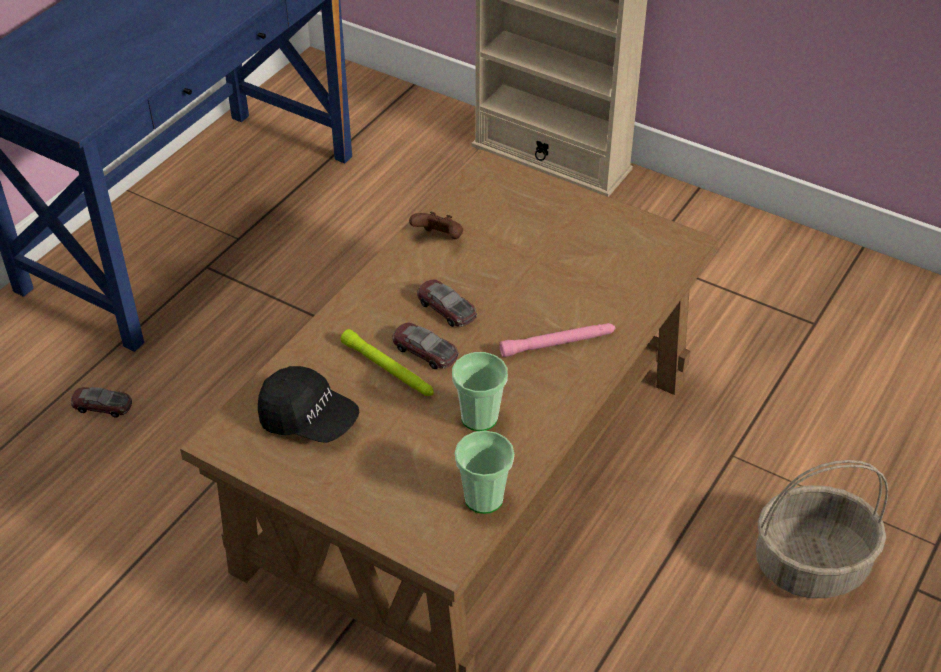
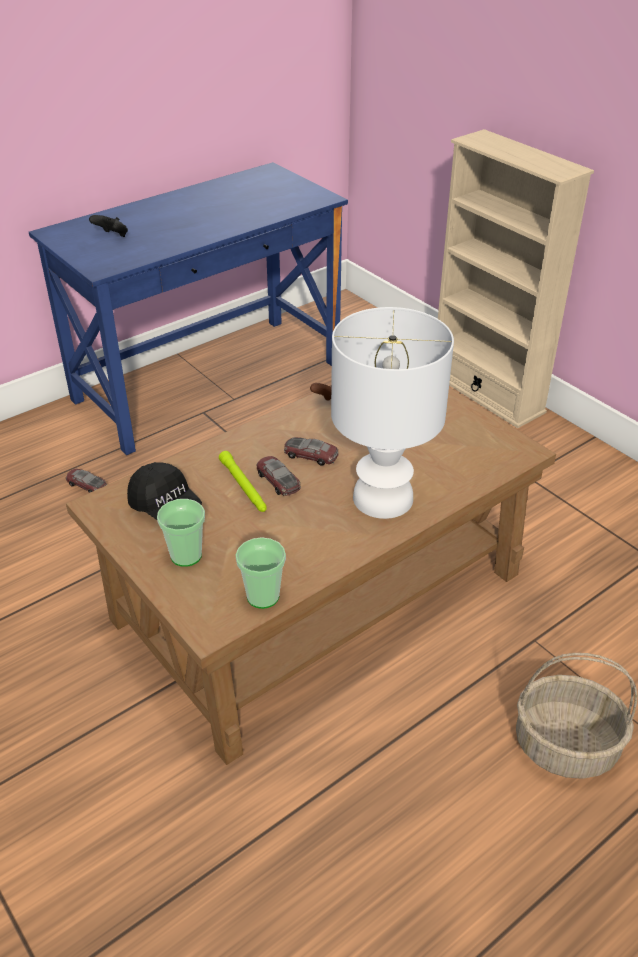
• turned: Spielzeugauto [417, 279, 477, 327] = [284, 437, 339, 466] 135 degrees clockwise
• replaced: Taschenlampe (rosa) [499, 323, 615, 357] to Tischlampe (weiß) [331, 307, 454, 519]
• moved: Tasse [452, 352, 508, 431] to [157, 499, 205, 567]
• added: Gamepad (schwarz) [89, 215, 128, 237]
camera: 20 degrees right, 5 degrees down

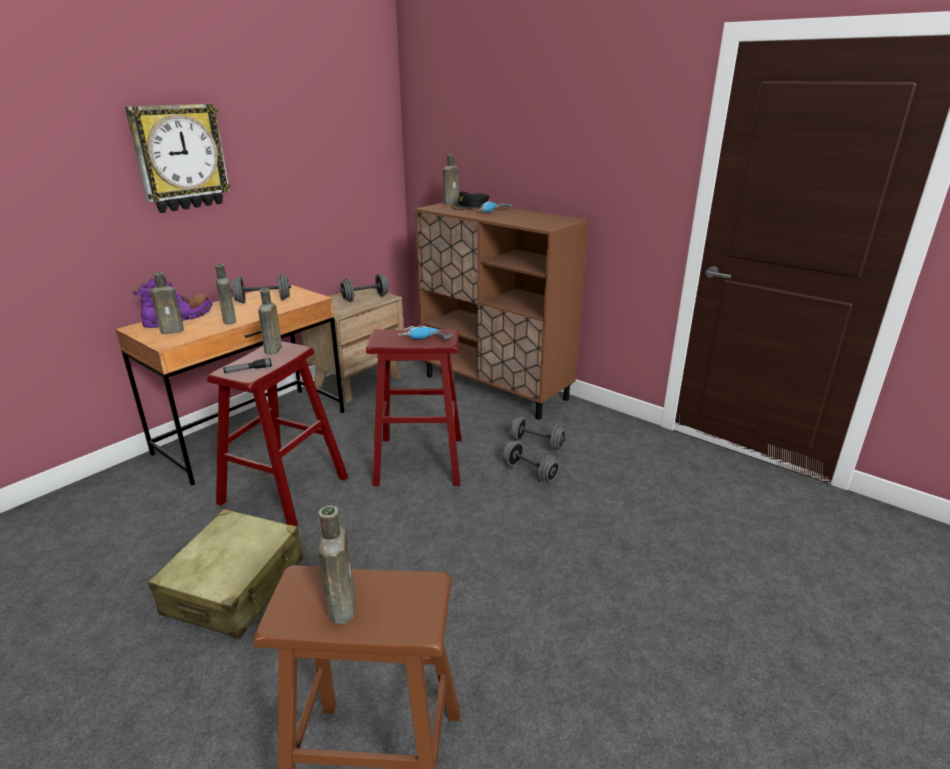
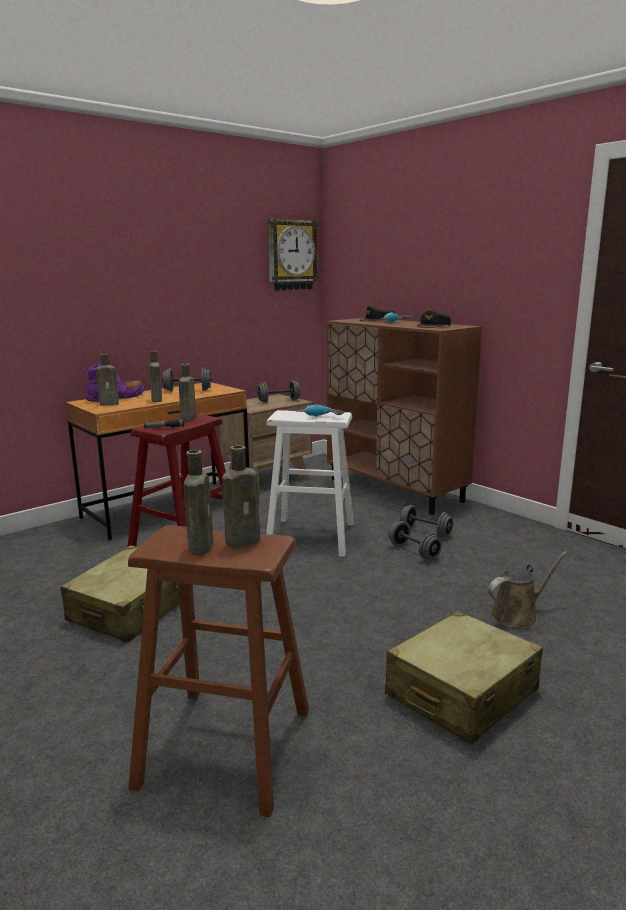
• moved: Wanduhr [125, 104, 231, 213] to [268, 219, 319, 290]
• moved: Flasche (braun) [443, 154, 459, 205] to [222, 445, 260, 548]
• recoloured: Hocker (rot) [366, 329, 461, 486] to Hocker (weiß) [266, 410, 354, 557]
• added: Kappe (schwarz) [417, 310, 451, 328]
• added: Gießkanne (braun) [488, 551, 568, 628]
• added: Koffer (beige) [385, 611, 543, 745]
camera: 10 degrees right, 10 degrees down

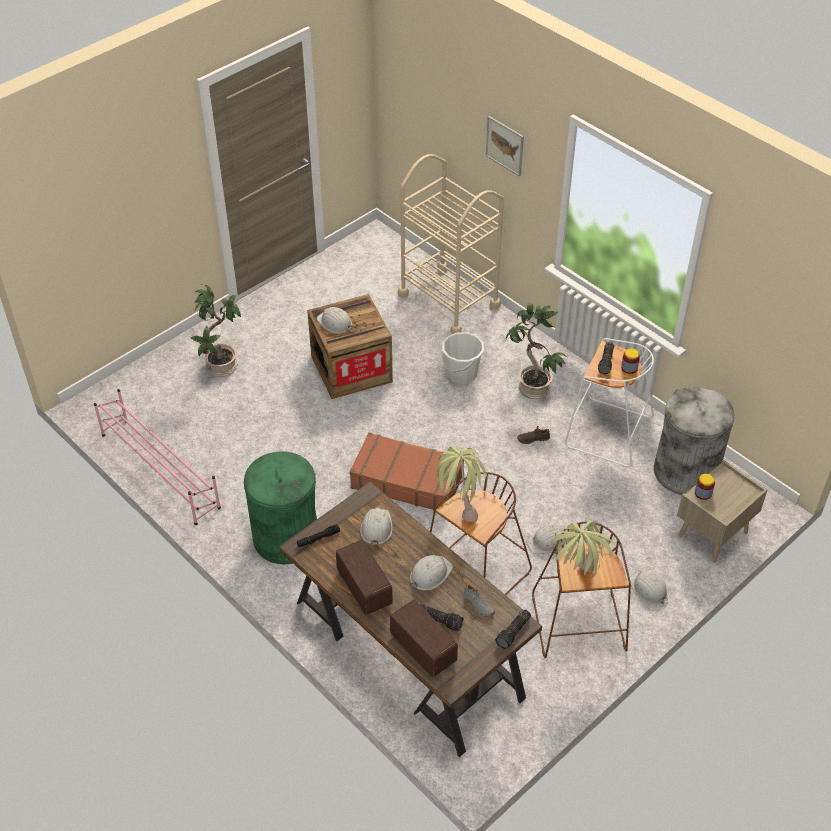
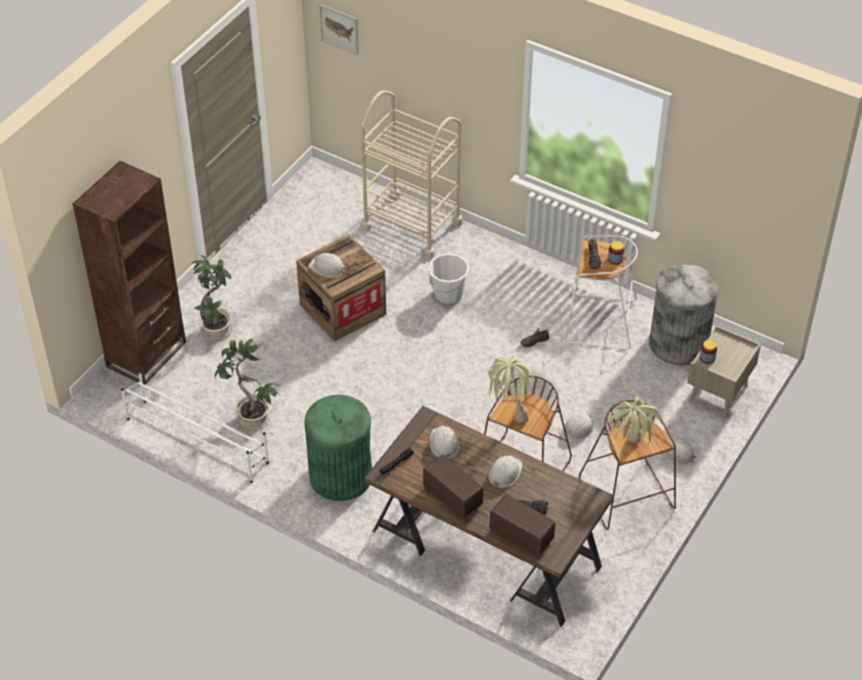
• moved: Bild [486, 116, 524, 176] to [320, 5, 359, 55]
• moved: Topfpflanze [506, 303, 567, 399] to [215, 338, 279, 431]
• recoloured: Schuhregal (rosa) [94, 389, 221, 525] to Schuhregal (weiß) [121, 370, 269, 483]
• removed: Koffer (braun) [350, 432, 464, 511]
• removed: Schuh (grau) [463, 582, 495, 617]
• removed: Taschenlampe [495, 609, 531, 649]
• added: Bücherregal (braun) [73, 161, 186, 385]
camera: 15 degrees left, 0 degrees up

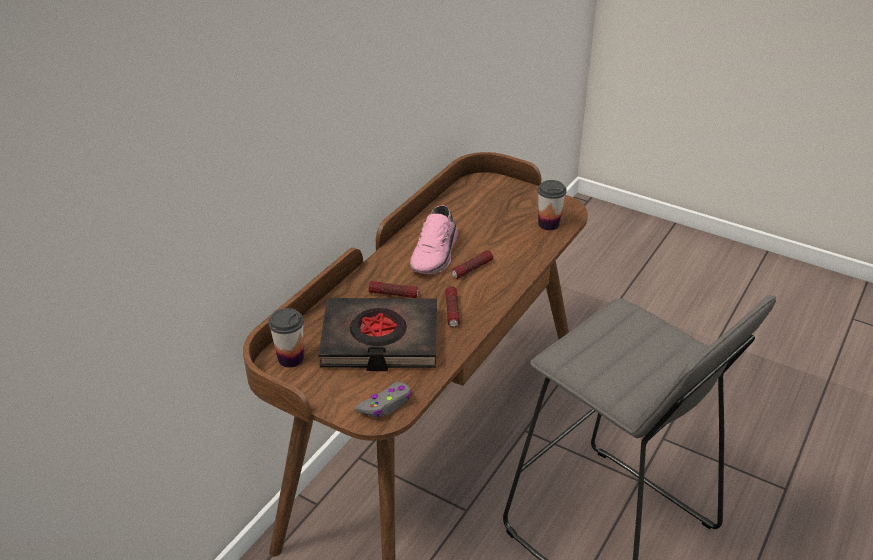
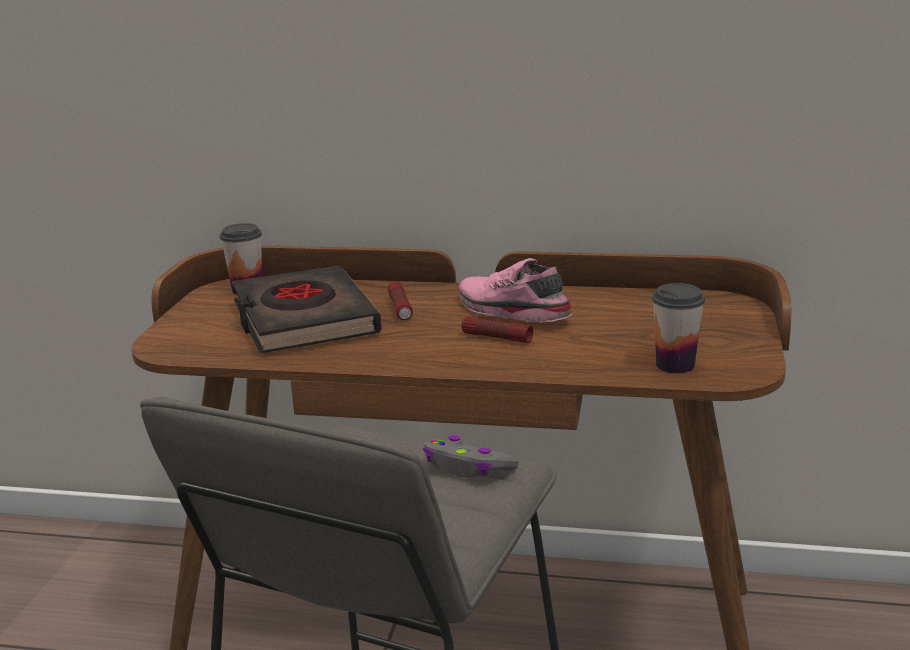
• turned: Schuh (rosa) [410, 205, 458, 274] = [459, 258, 572, 322] 45 degrees clockwise
• removed: Taschenlampe [445, 286, 460, 327]
• moved: Gamepad (grau) [355, 382, 411, 418] to [423, 435, 519, 478]
camera: 70 degrees right, 15 degrees down

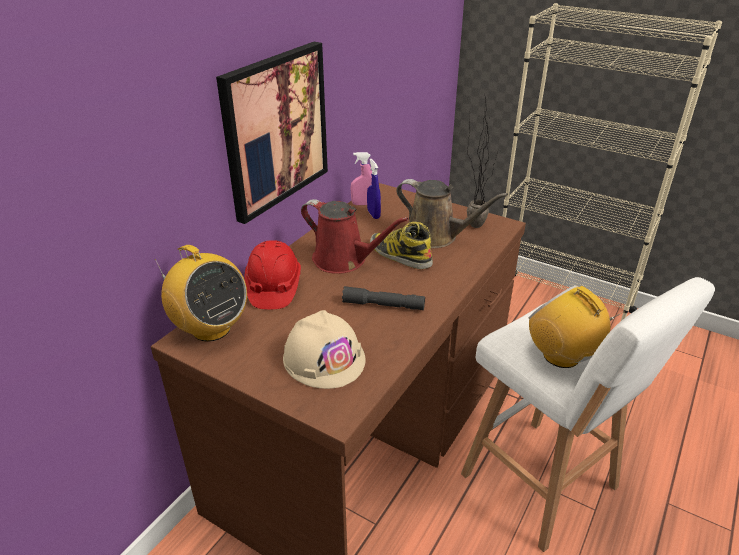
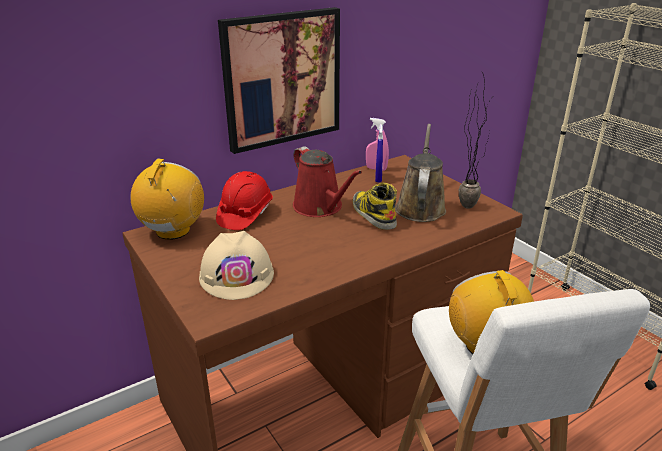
• turned: Gießkanne (braun) [396, 179, 508, 248] = [395, 124, 446, 222] 135 degrees counterclockwise
• turned: Radio [155, 245, 247, 341] = [130, 159, 204, 240] 150 degrees counterclockwise
• removed: Taschenlampe (grau) [342, 286, 425, 310]
camera: 25 degrees right, 5 degrees down

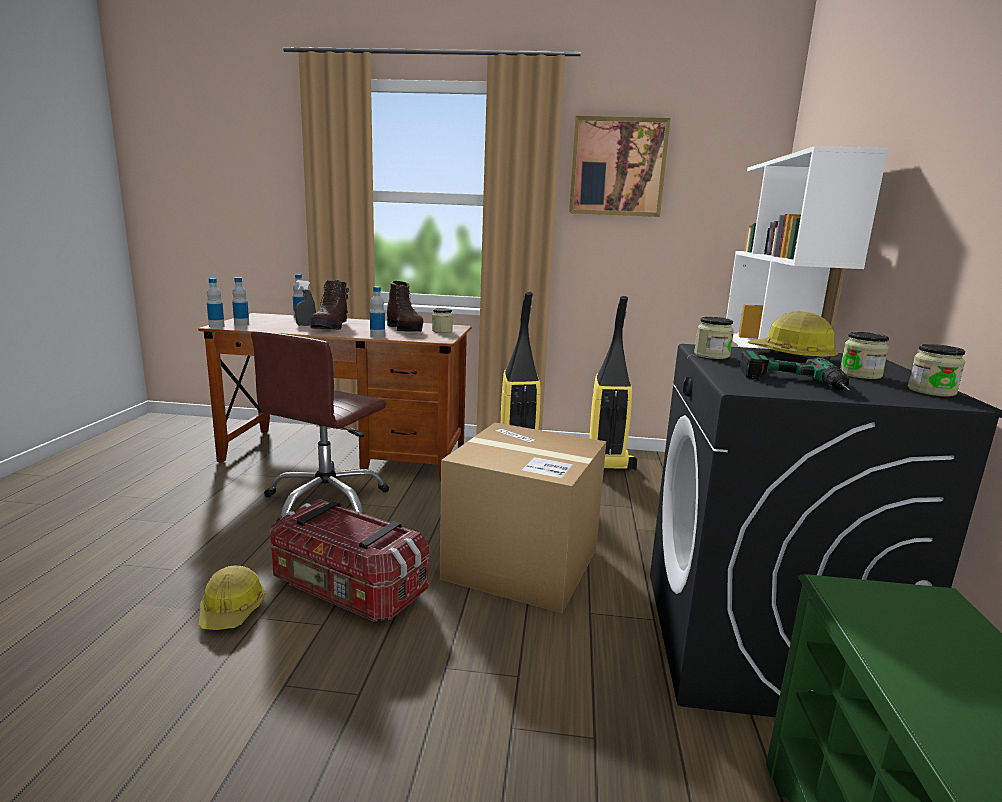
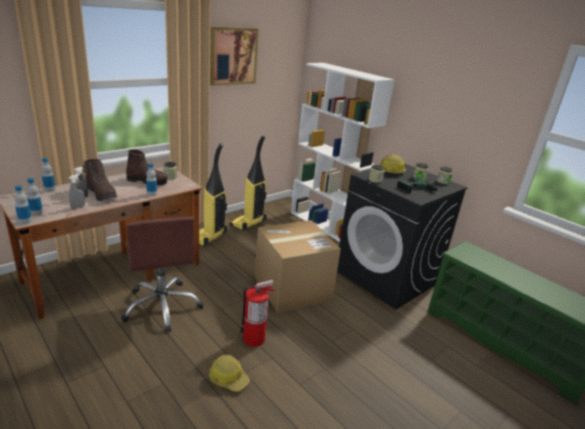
• replaced: Aufbewahrungsbox [270, 499, 429, 622] to Feuerlöscher [240, 280, 274, 347]
• added: Sprühflasche (grau) [69, 174, 85, 210]
camera: 50 degrees left, 10 degrees up

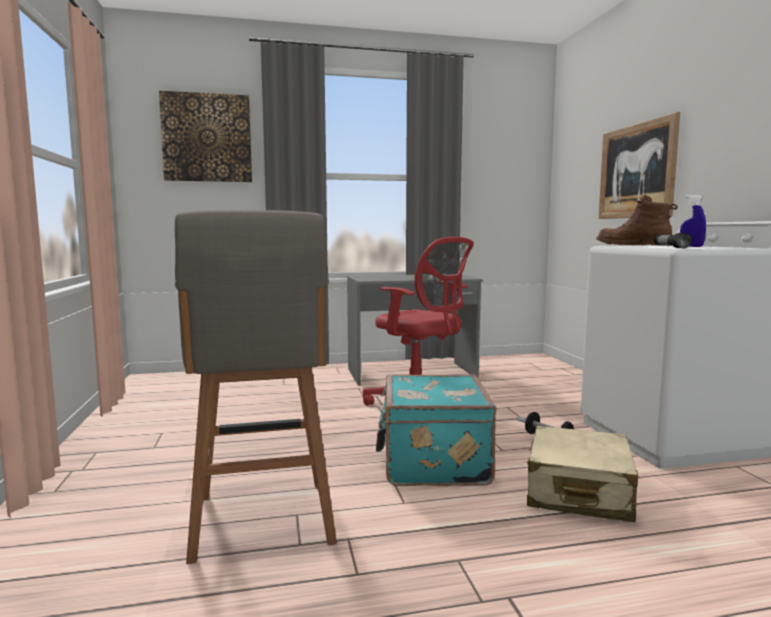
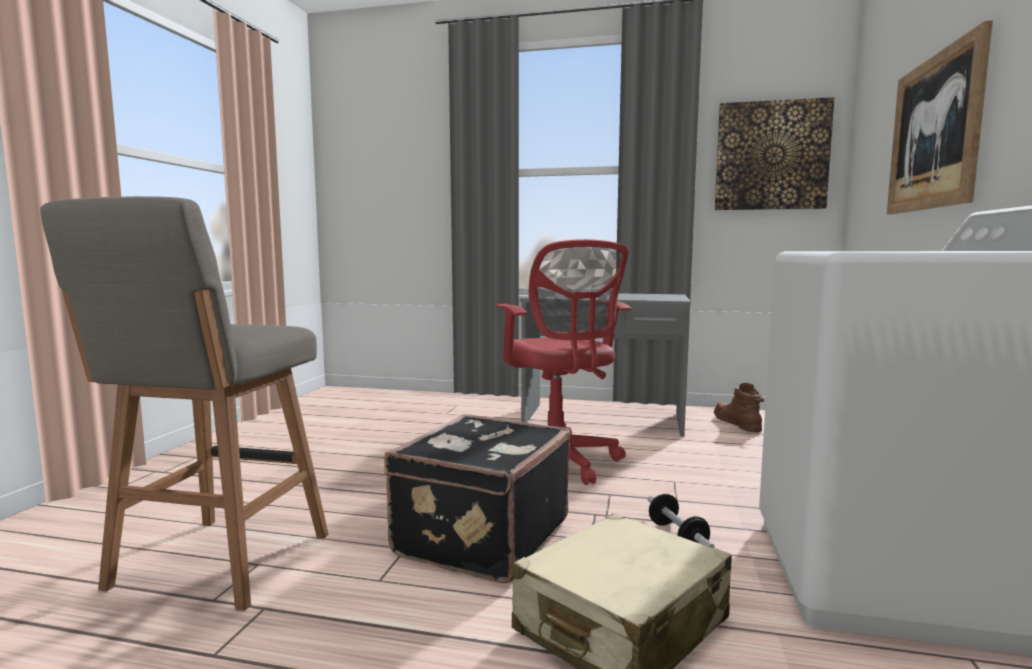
• moved: Bild [159, 91, 252, 182] to [715, 97, 835, 210]
• moved: Stiefel (braun) [597, 195, 678, 246] to [714, 383, 764, 433]
• removed: Sprühflasche (blau) [680, 195, 706, 247]
• removed: Taschenlampe [654, 233, 692, 249]
• recoloured: Koffer (türkis) [376, 374, 497, 486] to Koffer (schwarz) [384, 414, 570, 583]
camera: 25 degrees right, 0 degrees up

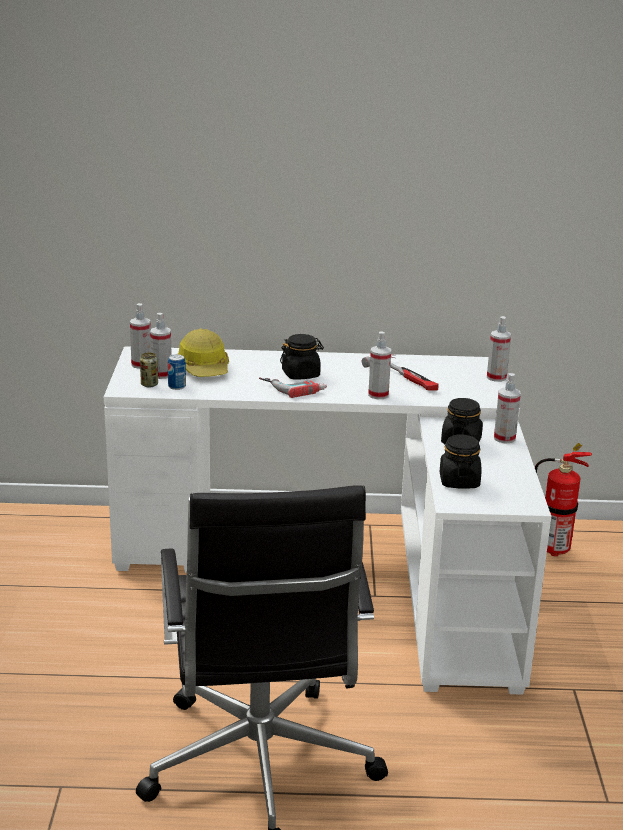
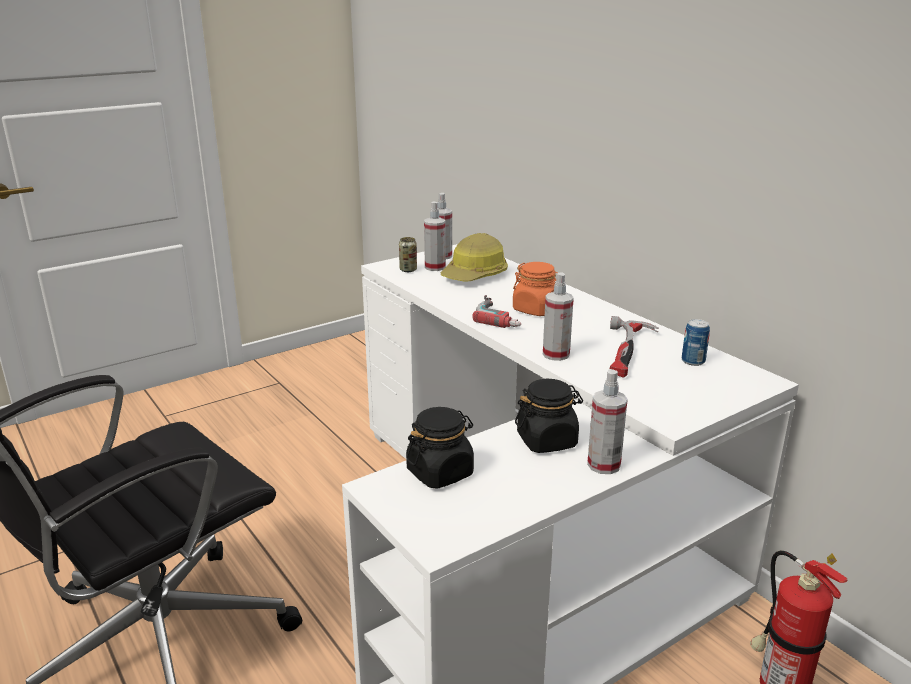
• removed: Sprühflasche [487, 316, 511, 382]
• recoloured: Vorratsglas (schwarz) [280, 334, 324, 380] to Vorratsglas (orange) [513, 262, 558, 316]
• moved: Dose [168, 354, 186, 390] to [682, 319, 710, 366]
camera: 55 degrees right, 0 degrees up

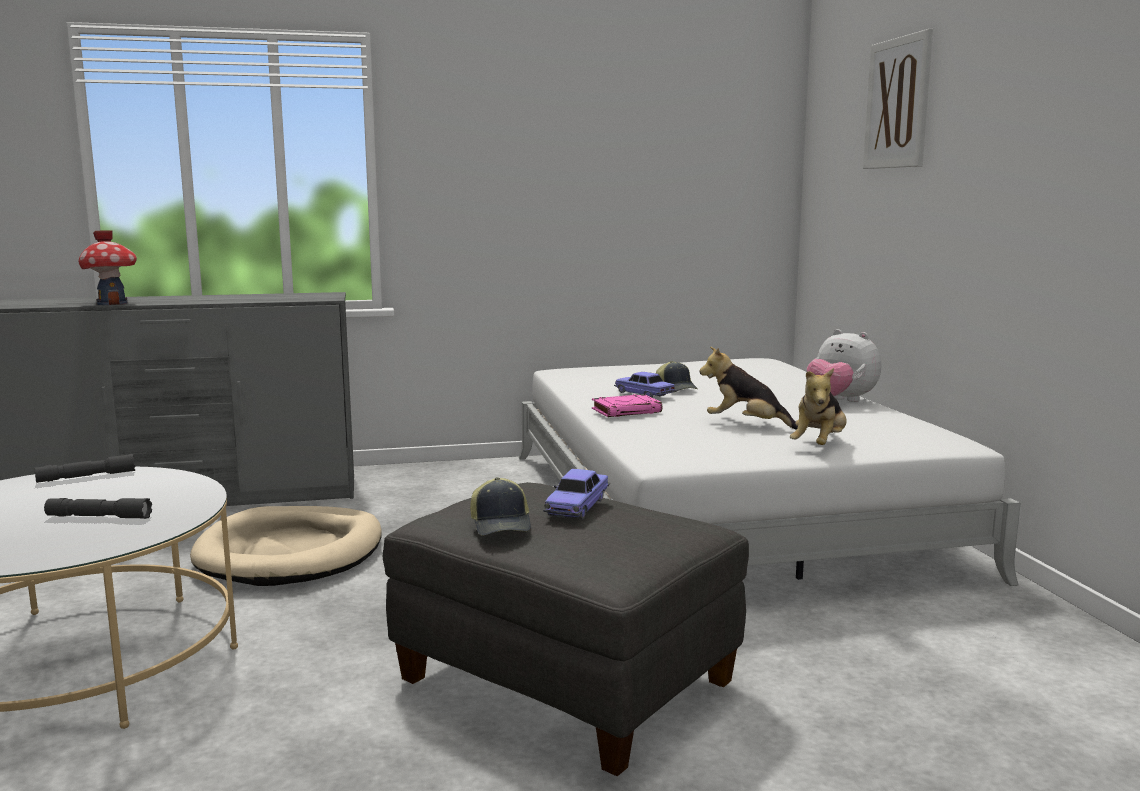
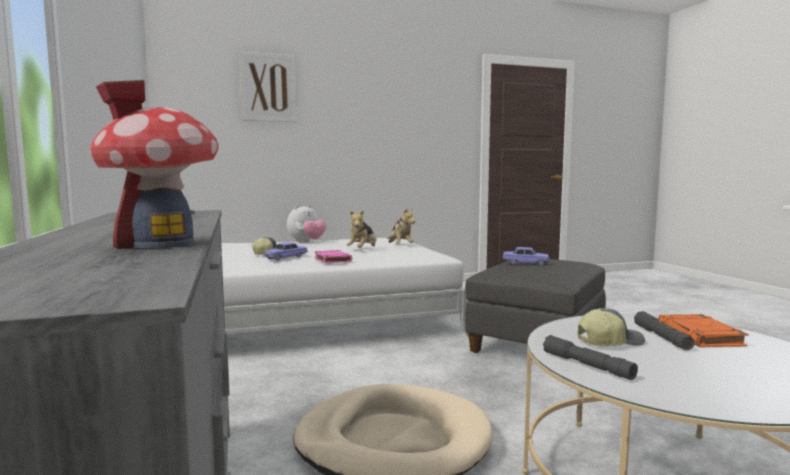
• turned: Plüschtier [790, 368, 847, 445] = [387, 208, 415, 243] 45 degrees clockwise
• moved: Kappe [470, 477, 531, 536] to [577, 308, 645, 346]
• added: Buch (orange) [658, 314, 748, 347]
camera: 95 degrees left, 5 degrees down

